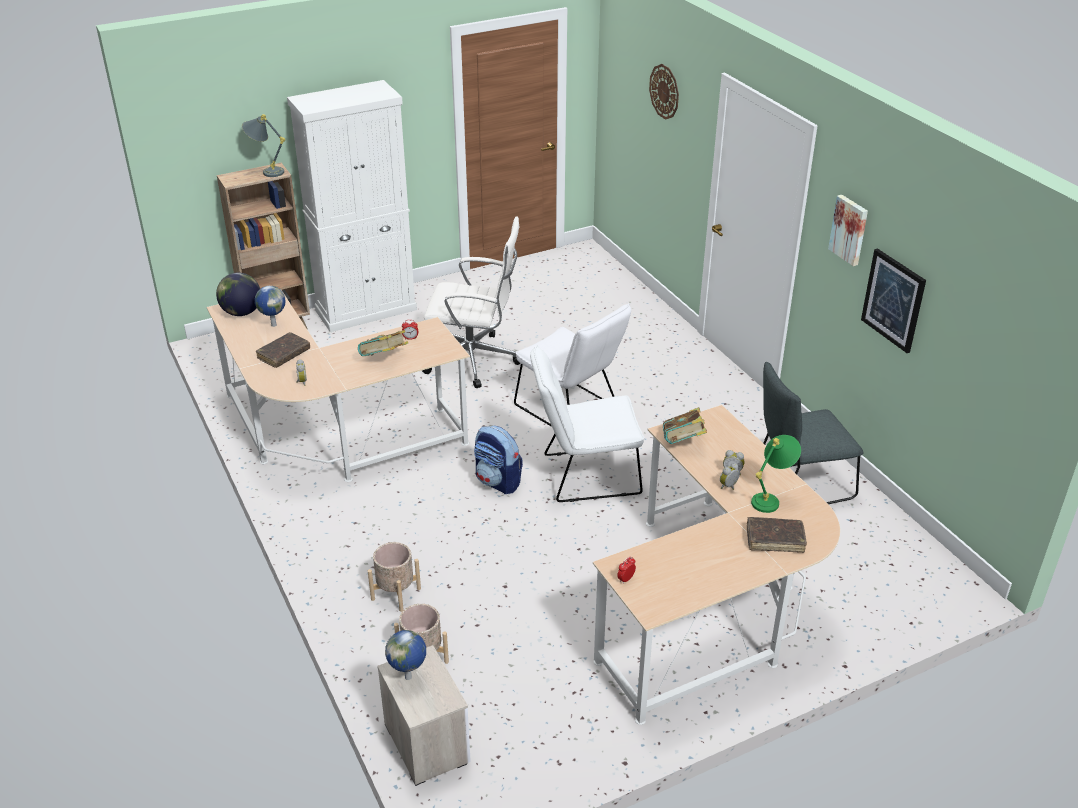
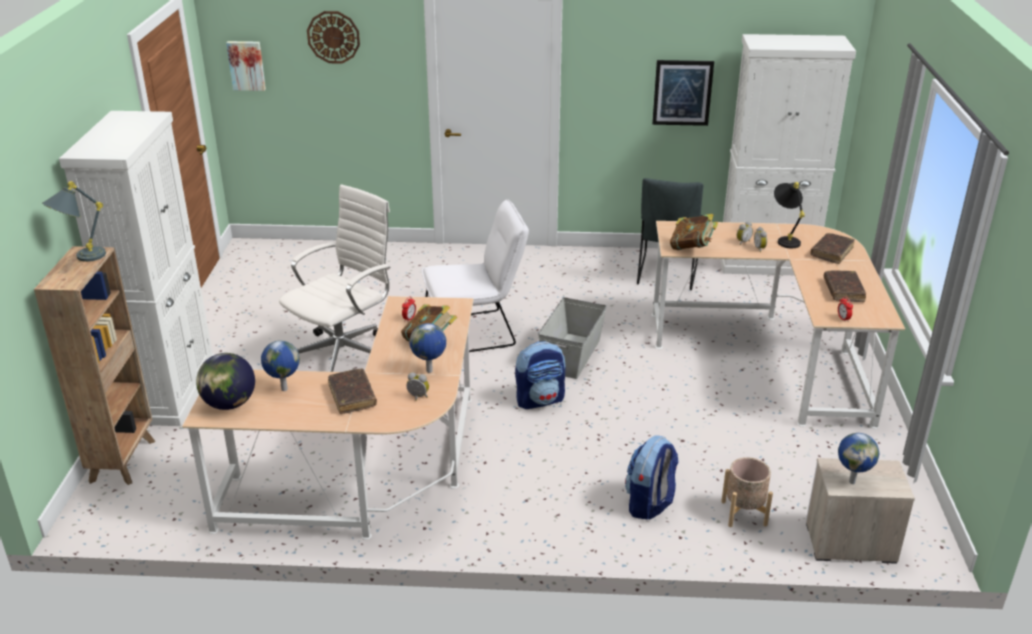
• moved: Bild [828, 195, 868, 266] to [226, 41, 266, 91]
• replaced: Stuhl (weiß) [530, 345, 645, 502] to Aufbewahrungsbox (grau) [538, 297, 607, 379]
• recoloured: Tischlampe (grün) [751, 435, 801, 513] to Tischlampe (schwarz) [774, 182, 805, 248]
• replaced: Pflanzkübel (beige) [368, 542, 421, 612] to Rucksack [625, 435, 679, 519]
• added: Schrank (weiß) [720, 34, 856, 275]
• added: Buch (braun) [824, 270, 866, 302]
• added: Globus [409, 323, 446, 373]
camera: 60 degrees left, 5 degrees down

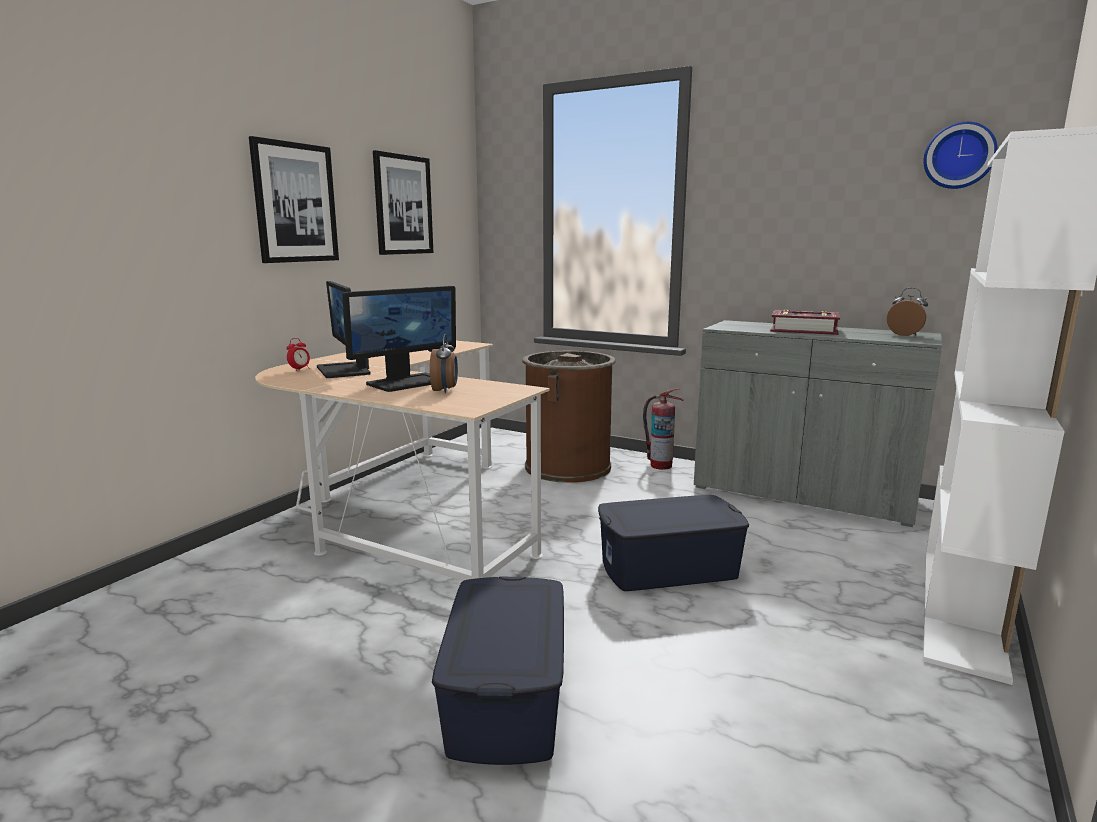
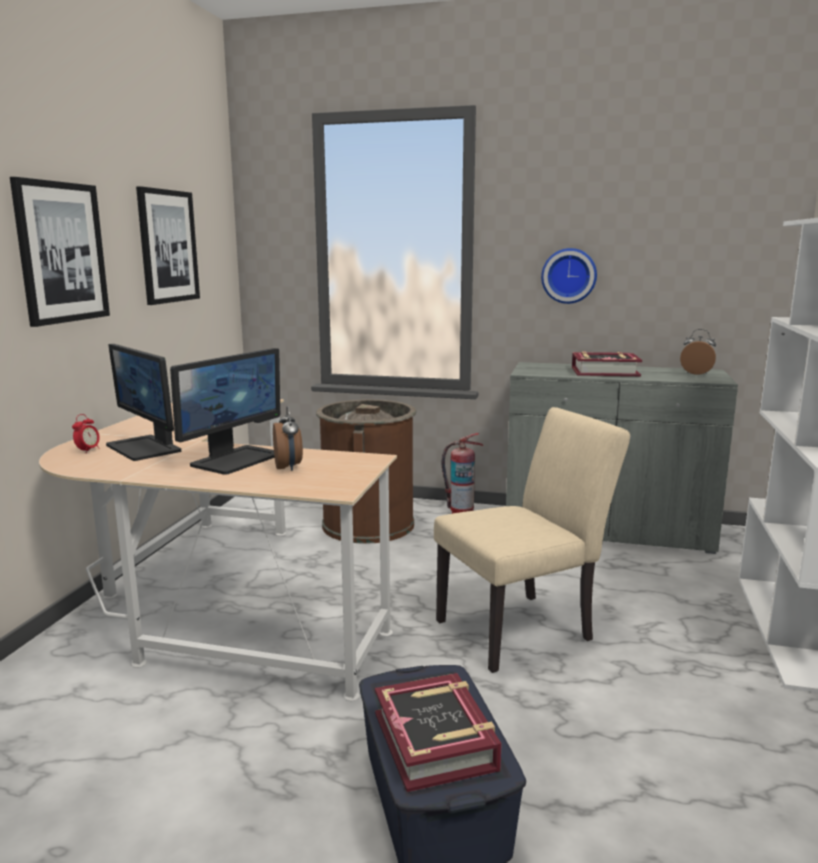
• moved: Wanduhr [923, 122, 998, 189] to [541, 248, 597, 304]
• replaced: Aufbewahrungsbox (blau) [598, 495, 749, 591] to Stuhl (beige) [434, 407, 630, 673]
• added: Buch [375, 673, 502, 792]
camera: 15 degrees left, 0 degrees up

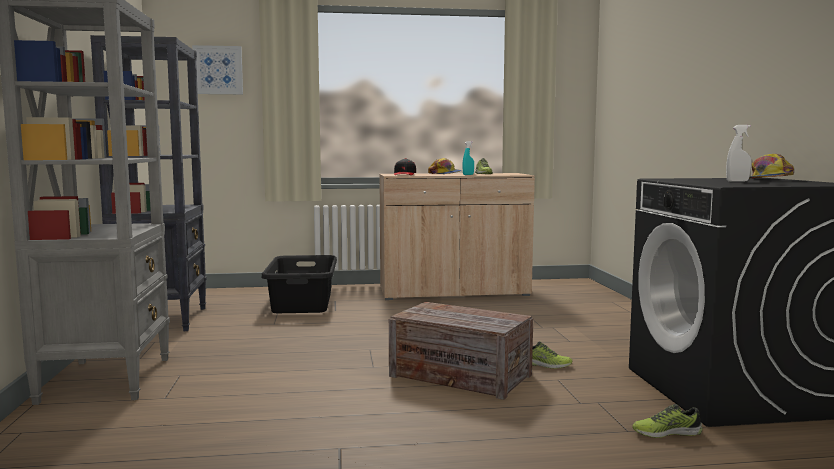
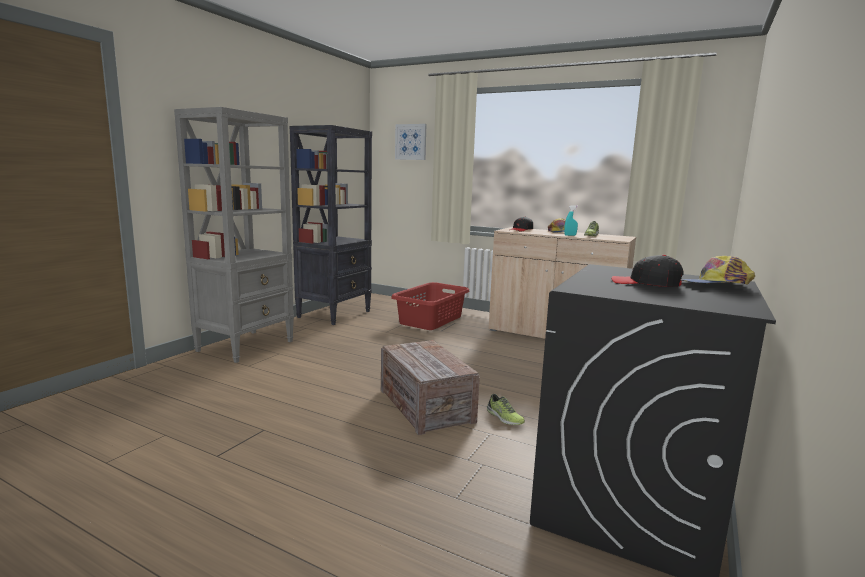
• replaced: Sprühflasche (weiß) [726, 125, 751, 182] to Kappe (schwarz) [611, 255, 684, 287]
• recoloured: Wäschekorb (schwarz) [261, 255, 337, 313] to Wäschekorb (rot) [391, 282, 470, 330]
• removed: Schuh [632, 404, 702, 438]
camera: 35 degrees right, 5 degrees up

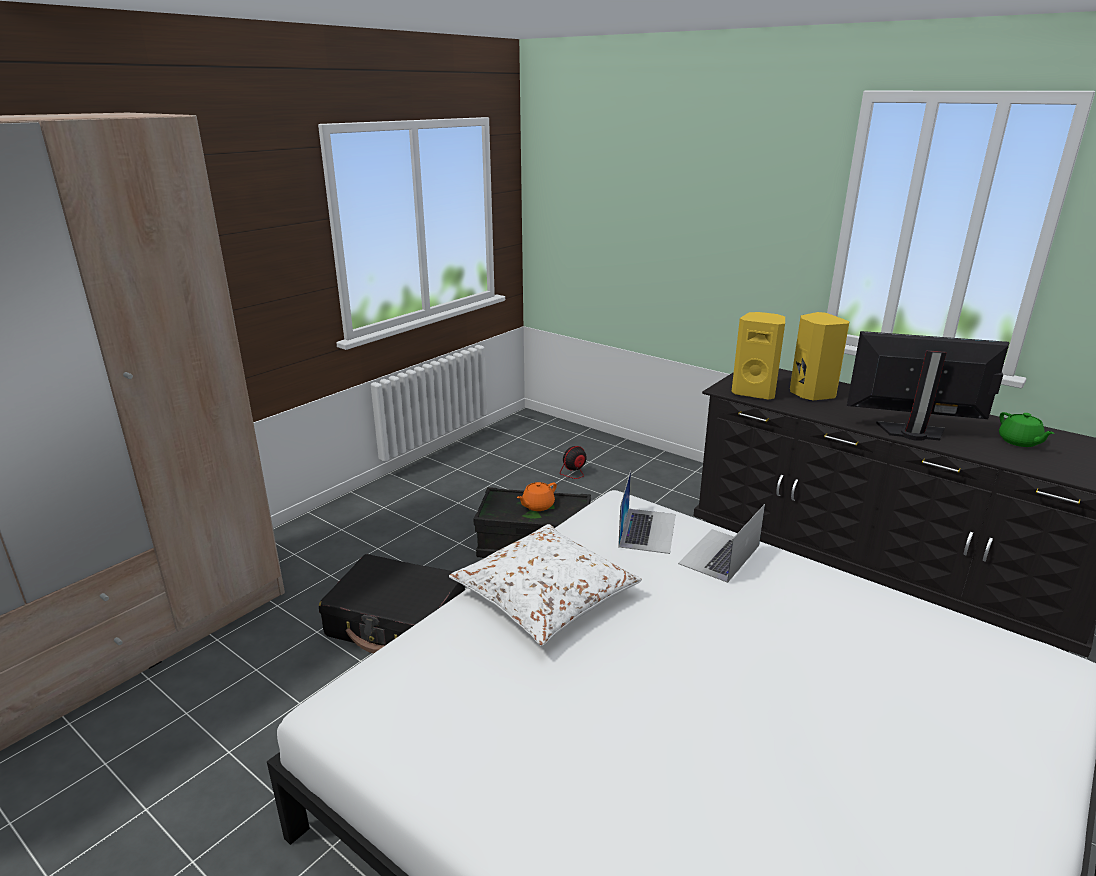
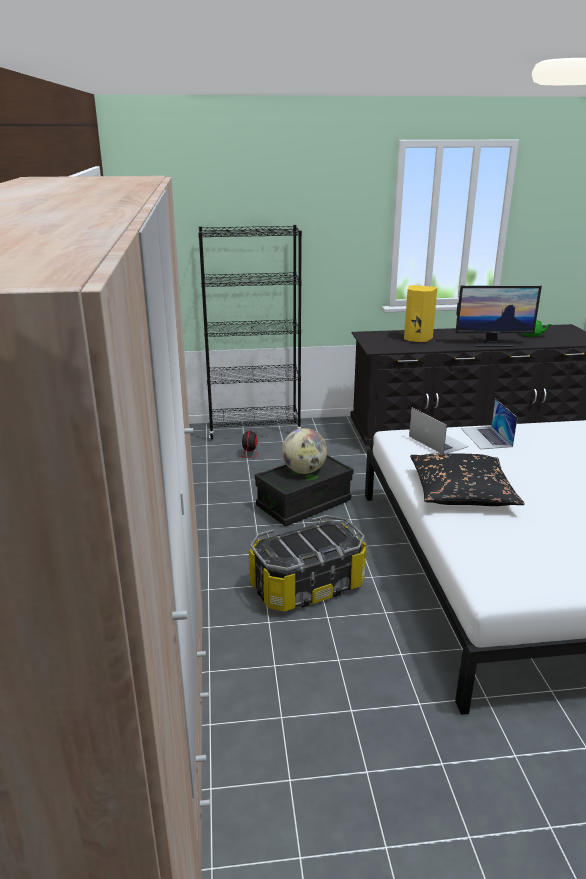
• removed: Lautsprecher (gelb) [731, 312, 785, 400]
• turned: Monitor [847, 331, 1010, 441] = [455, 286, 542, 347] 150 degrees counterclockwise
• replaced: Teekanne (orange) [517, 482, 557, 511] to Globus [282, 428, 327, 474]
• recoloured: Kissen (weiß) [449, 524, 642, 646] to Kissen (schwarz) [410, 453, 525, 506]
• replaced: Koffer (schwarz) [319, 554, 465, 653] to Aufbewahrungsbox [249, 515, 366, 612]
• added: Bücherregal (schwarz) [198, 225, 302, 440]
camera: 45 degrees left, 0 degrees up

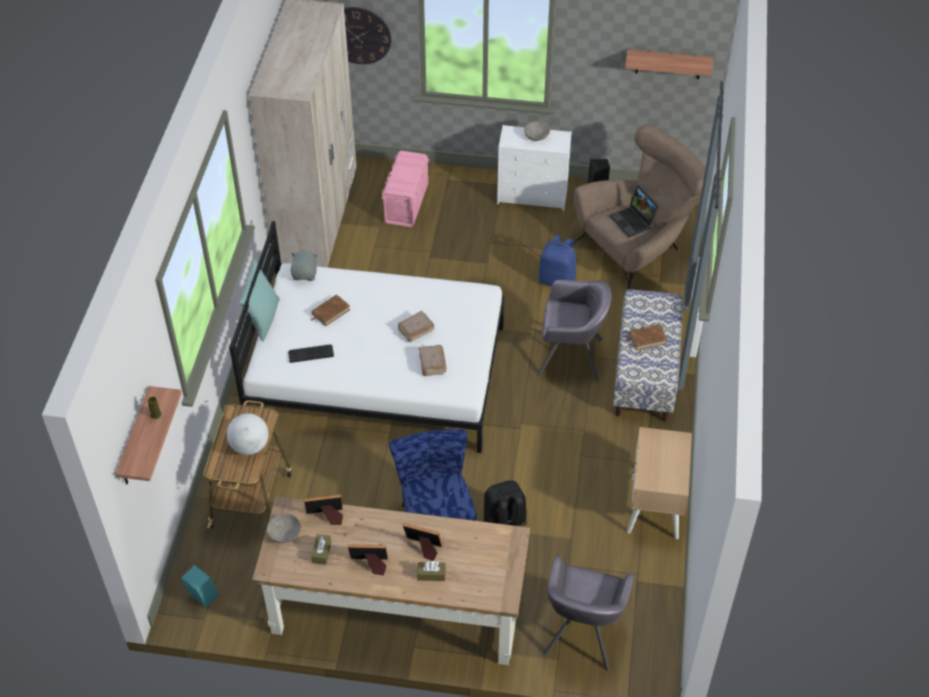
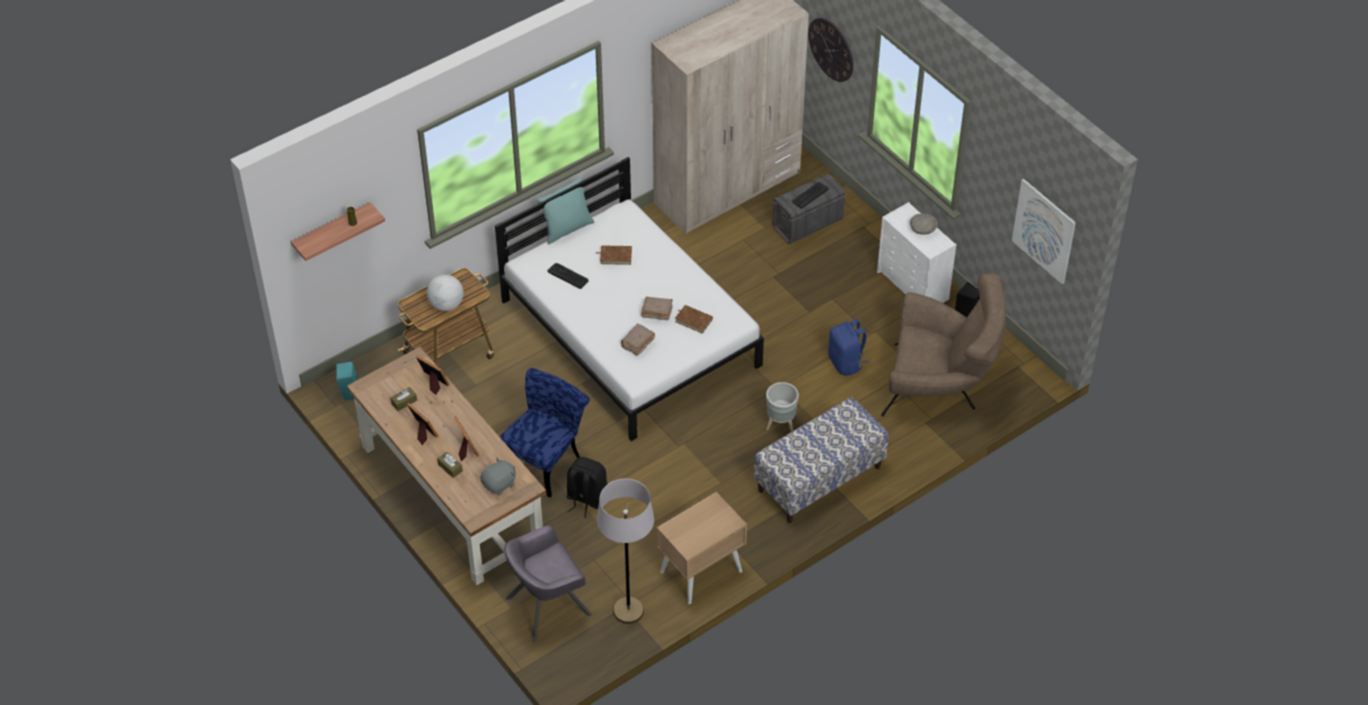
• replaced: Wandregal [625, 49, 713, 79] to Bild [1012, 179, 1076, 284]
• recoloured: Aufbewahrungsbox (rosa) [382, 151, 429, 227] to Aufbewahrungsbox (grau) [772, 174, 846, 244]
• removed: Laptop [610, 185, 659, 238]
• moved: Plüschtier (grau) [291, 251, 318, 281] to [480, 458, 516, 495]
• replaced: Sessel (grau) [537, 280, 612, 382] to Pflanzkübel (grau) [766, 382, 799, 432]
• moved: Buch (braun) [625, 324, 667, 350] to [675, 305, 713, 333]
• removed: Schüssel (grau) [267, 513, 301, 543]
• added: Tastatur [792, 182, 829, 209]
• added: Stehlampe (grau) [597, 479, 654, 624]
camera: 45 degrees right, 0 degrees up

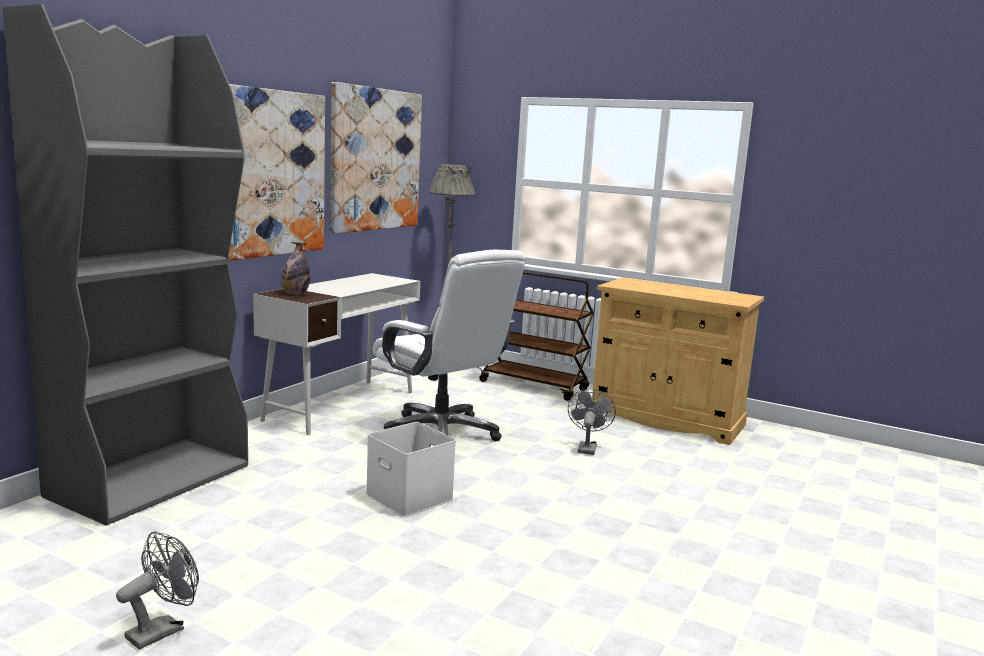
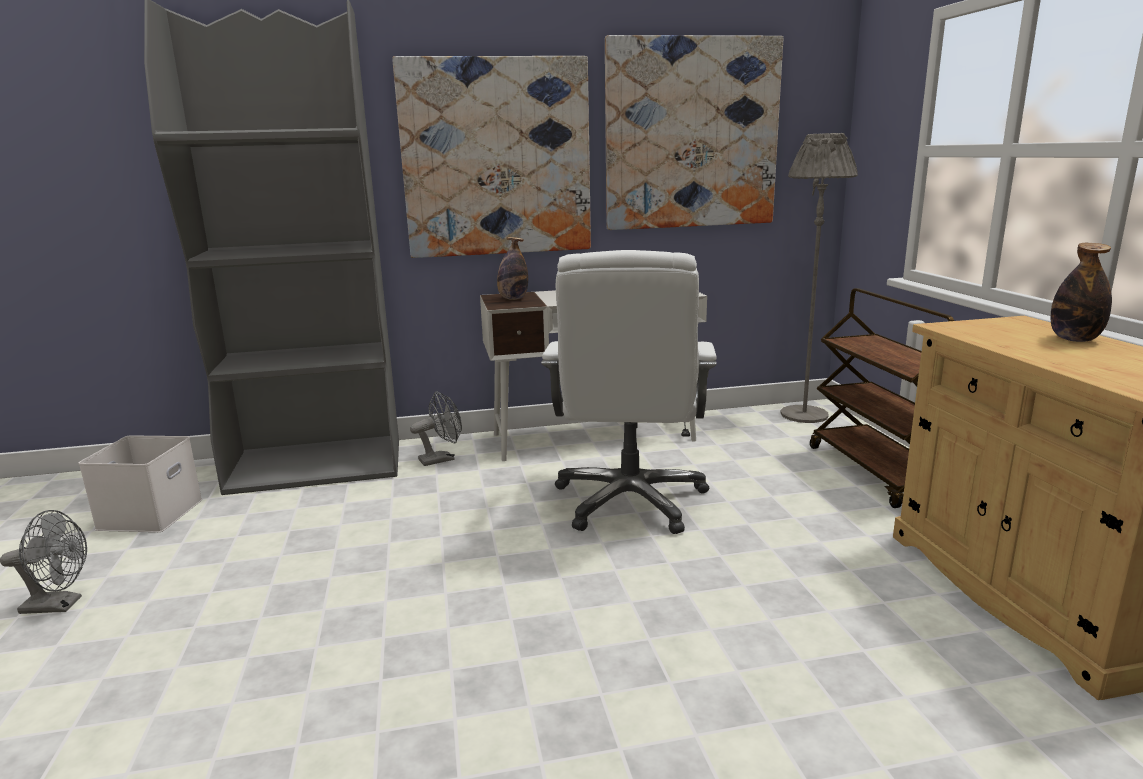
• moved: Ventilator (grau) [568, 389, 616, 455] to [410, 391, 462, 466]
• moved: Aufbewahrungsbox (weiß) [366, 422, 456, 517] to [78, 435, 202, 532]
• added: Flasche [1051, 243, 1112, 342]
camera: 50 degrees right, 5 degrees up

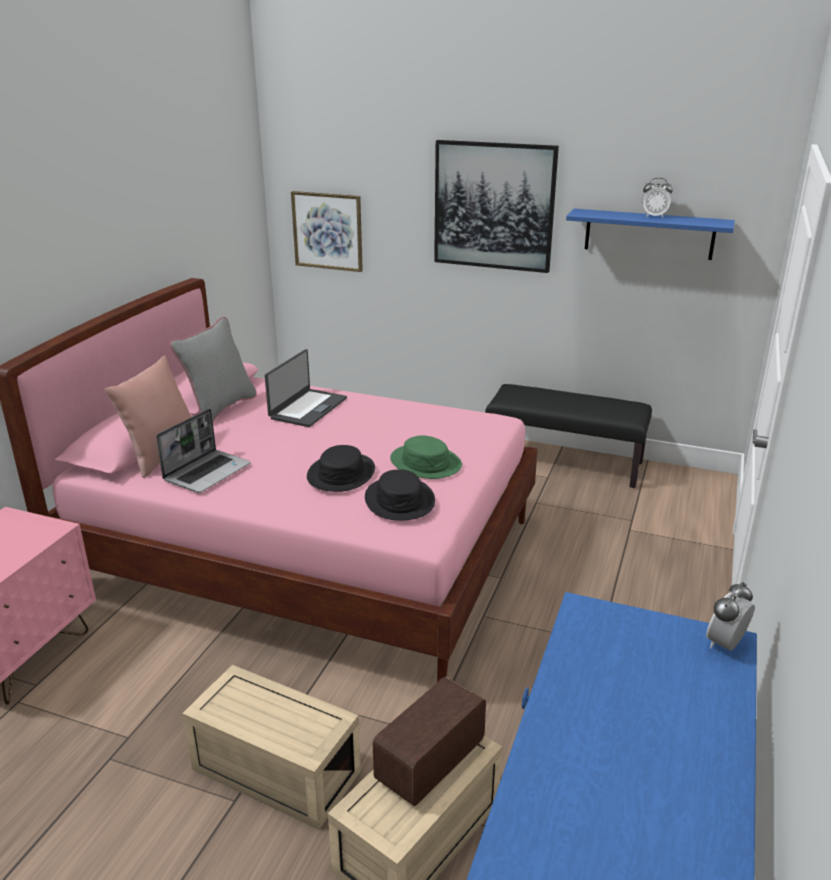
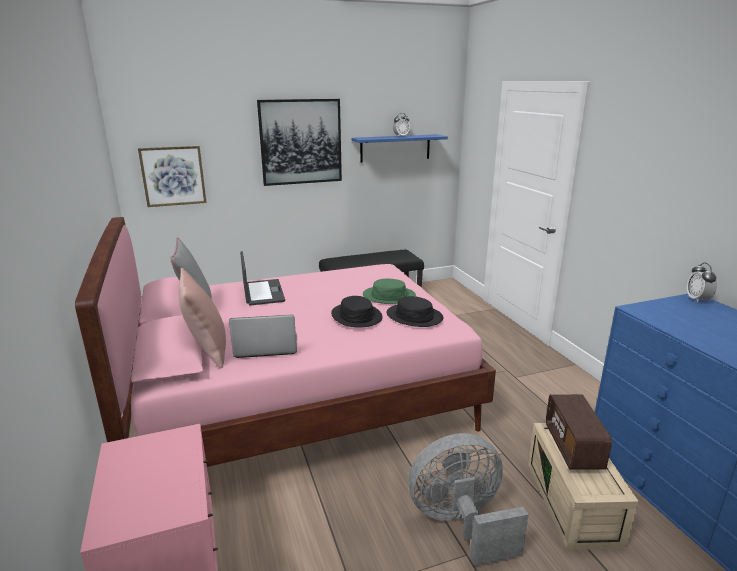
• turned: Laptop [156, 408, 251, 493] = [229, 315, 297, 358] 90 degrees counterclockwise
• replaced: Aufbewahrungsbox (beige) [182, 665, 361, 830] to Ventilator (grau) [408, 433, 529, 566]
camera: 40 degrees left, 5 degrees down

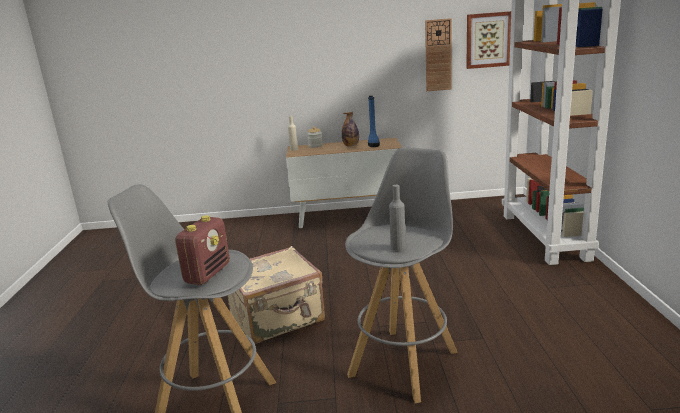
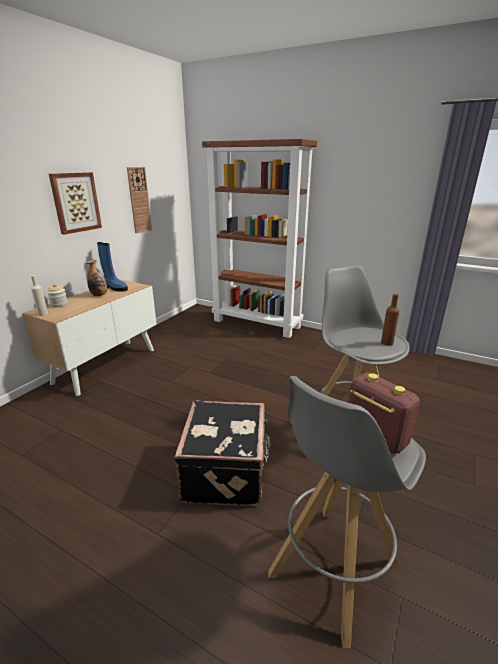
• moved: Bild [466, 11, 511, 69] to [49, 172, 102, 235]
• recoloured: Flasche (grau) [389, 185, 406, 251] to Flasche (braun) [381, 294, 399, 346]
• recoloured: Koffer (beige) [227, 246, 325, 344] to Koffer (schwarz) [174, 400, 271, 506]
camera: 60 degrees left, 5 degrees up

